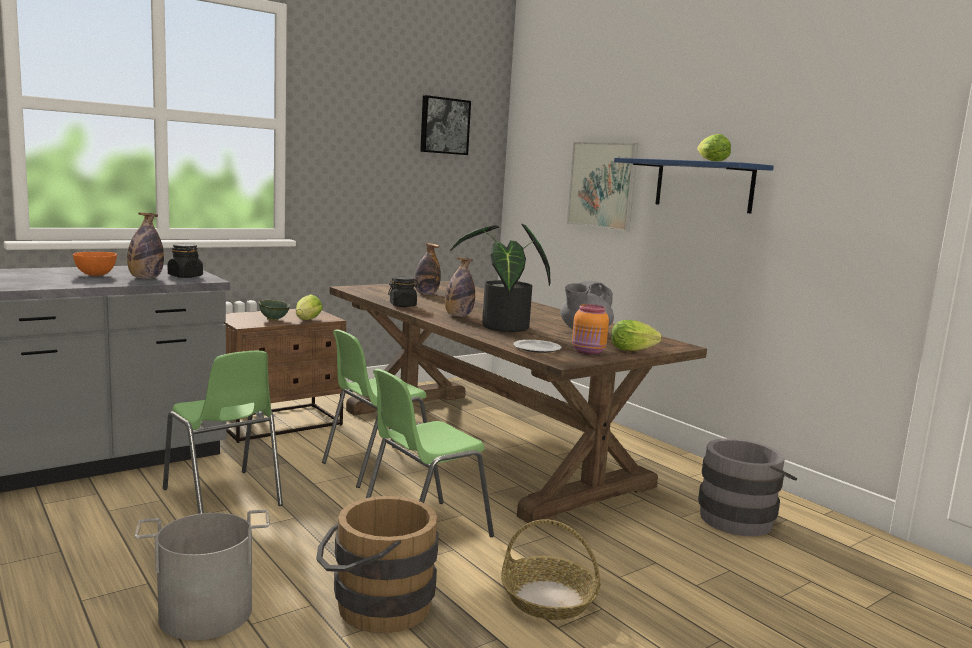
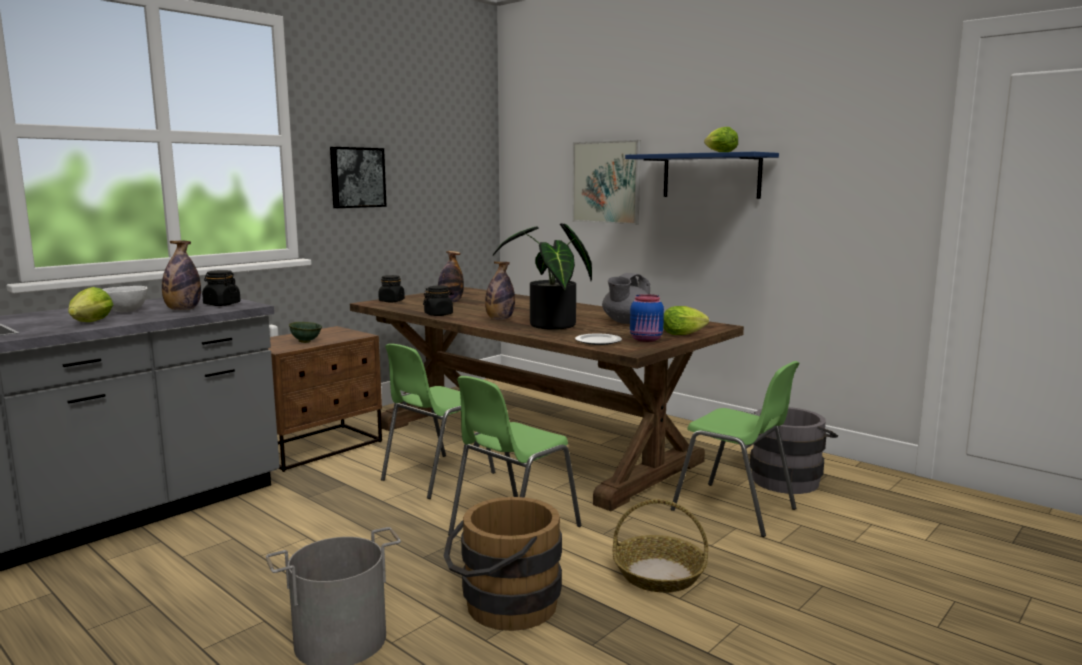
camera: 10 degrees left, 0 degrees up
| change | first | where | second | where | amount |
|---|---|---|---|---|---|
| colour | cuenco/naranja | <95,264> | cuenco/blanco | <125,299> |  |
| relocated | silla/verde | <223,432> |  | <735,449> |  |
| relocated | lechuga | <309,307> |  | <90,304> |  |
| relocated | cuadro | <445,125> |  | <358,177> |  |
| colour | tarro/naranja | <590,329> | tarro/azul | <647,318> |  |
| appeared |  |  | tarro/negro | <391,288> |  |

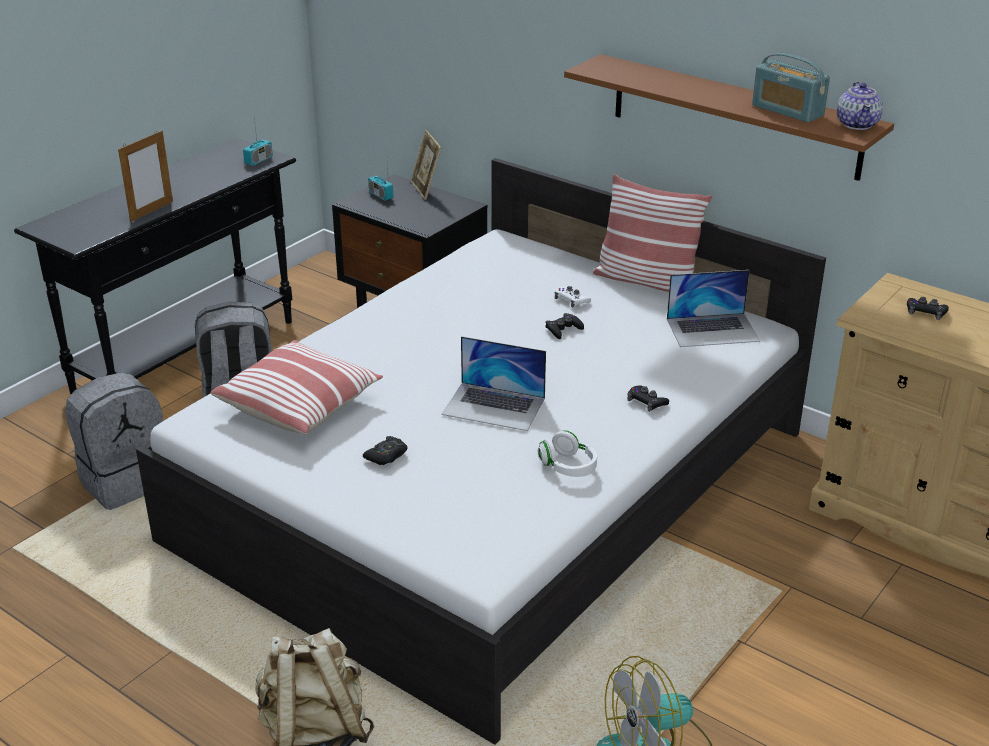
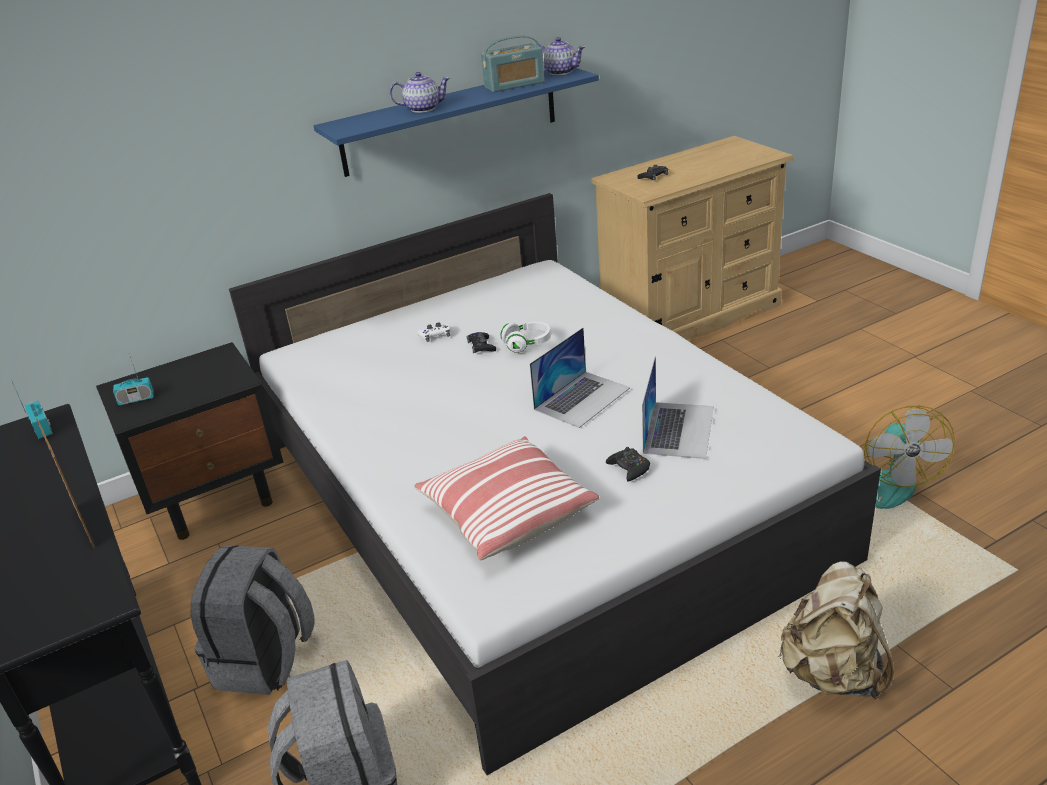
camera: 65 degrees left, 0 degrees up
| change | first | where | second | where | amount |
|---|---|---|---|---|---|
| missing | portarretratos | <425,165> |  |  |  |
| relocated | auriculares/blanco | <567,453> |  | <525,337> |  |
| colour | estante/marrón | <729,117> | estante/azul | <456,122> |  |
| missing | cojín | <652,233> |  |  |  |
| missing | mando de consola/negro | <648,398> |  |  |  |
| relocated | portátil | <713,308> |  | <678,407> |  |
| appeared |  |  | tetera | <420,92> |  |

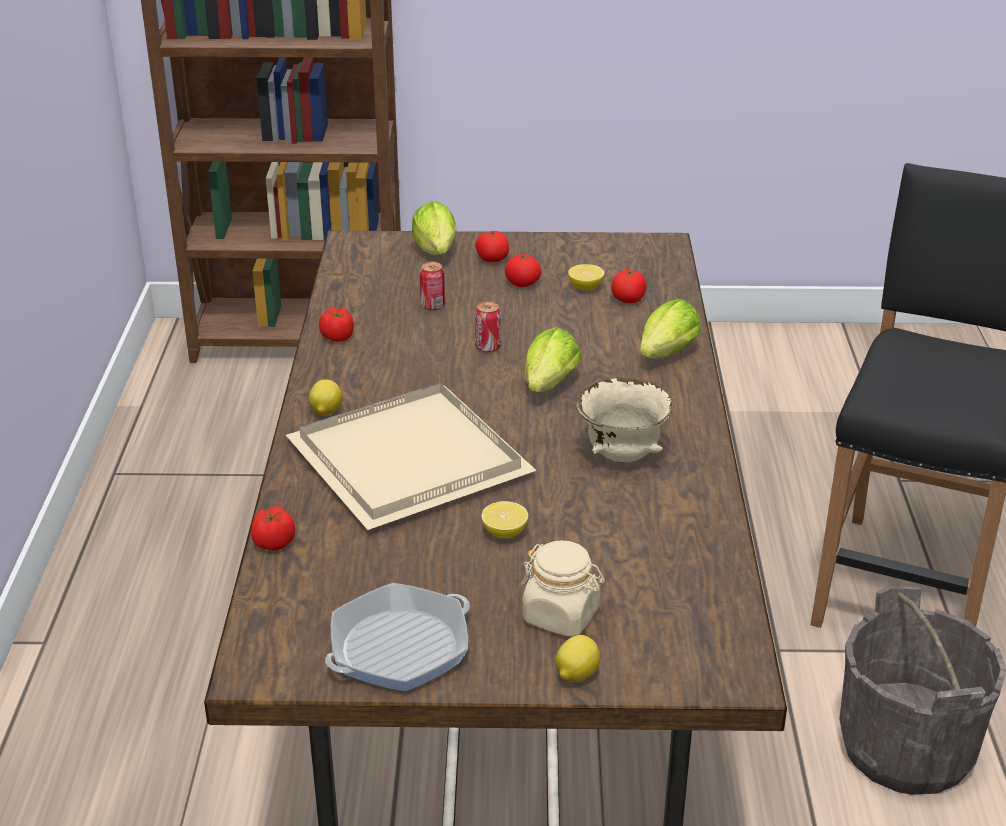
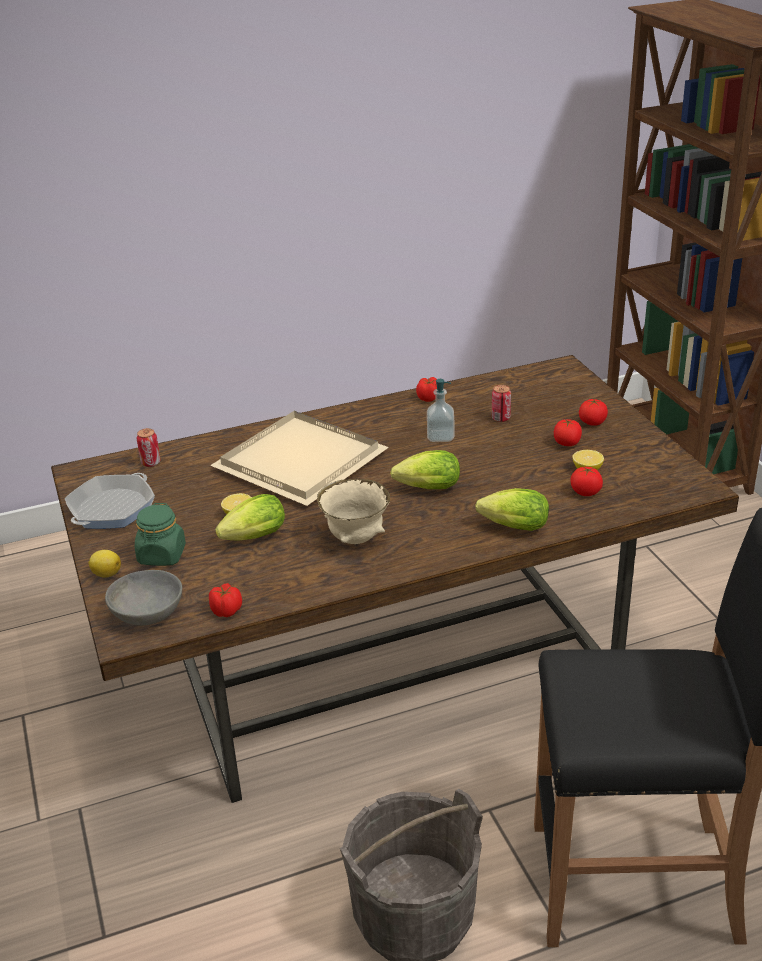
camera: 70 degrees right, 0 degrees up
| change | first | where | second | where | amount |
|---|---|---|---|---|---|
| relocated | tomate | <273,528> |  | <225,600> |  |
| missing | limón | <325,397> |  |  |  |
| spun | sartén | <397,637> |  | <110,501> | 90 degrees clockwise |
| relocated | lechuga | <434,228> |  | <250,517> |  |
| relocated | lata | <488,326> |  | <149,447> |  |
| colour | tarro/beis | <563,588> | tarro/verde | <160,534> |  |
| appeared |  |  | cuenco/gris | <143,598> |  |
| appeared |  |  | dispensador de jabón | <440,410> |  |

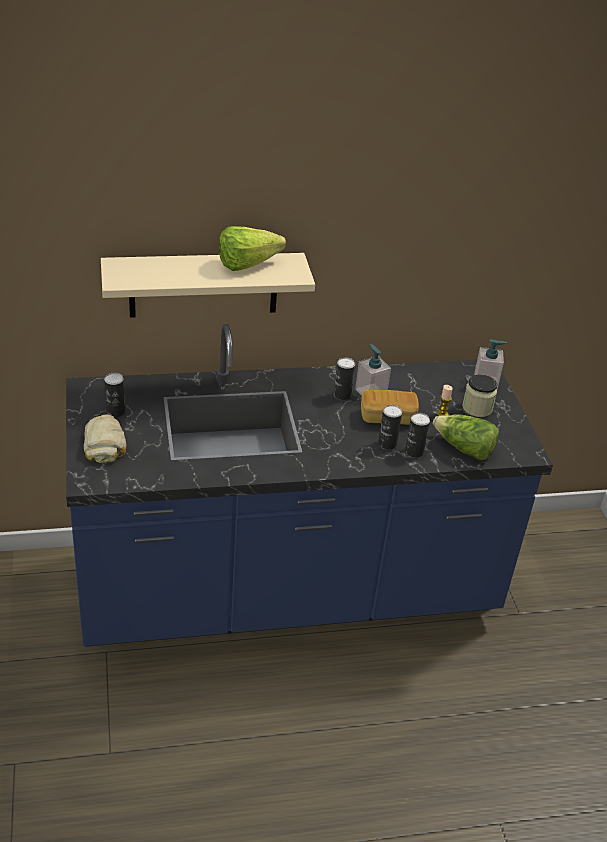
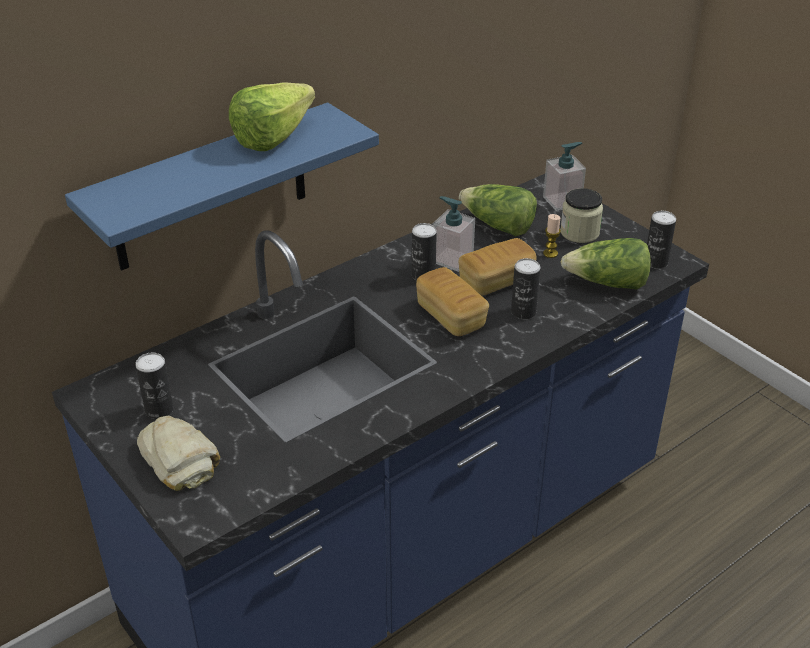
camera: 25 degrees left, 0 degrees up
| change | first | where | second | where | amount |
|---|---|---|---|---|---|
| colour | estante/beis | <208,285> | estante/azul | <222,186> |  |
| relocated | lata | <417,435> |  | <661,240> |  |
| appeared |  |  | pan | <452,301> |  |
| appeared |  |  | lechuga | <498,210> |  |

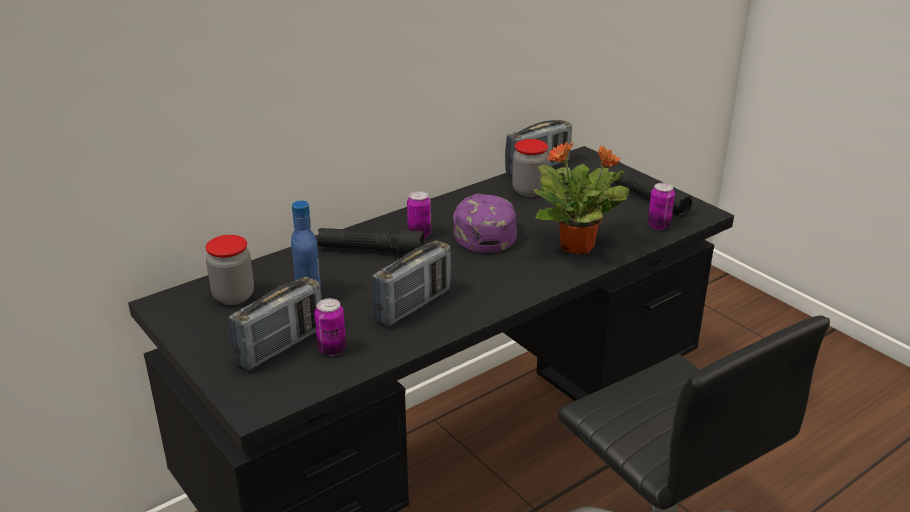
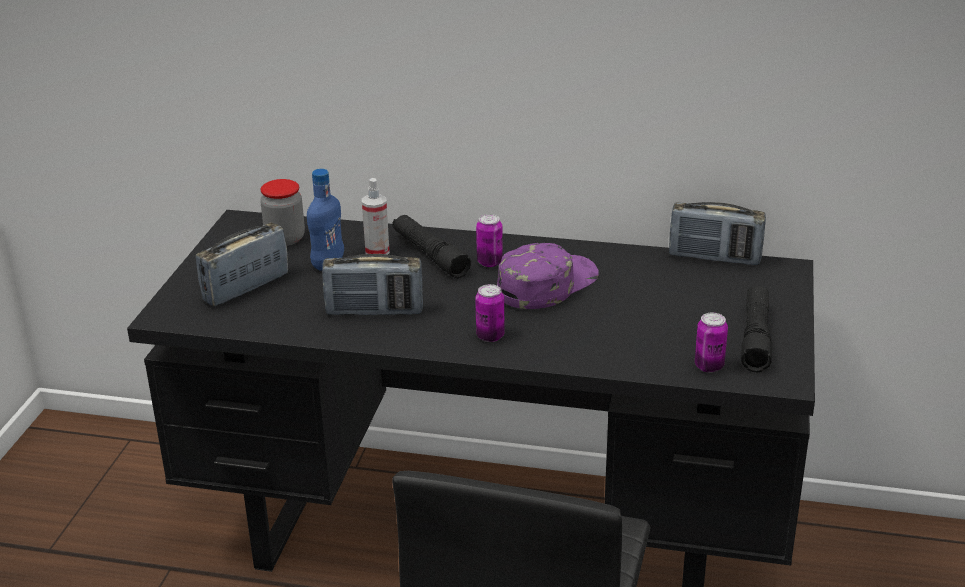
camera: 50 degrees right, 0 degrees up
| change | first | where | second | where | amount |
|---|---|---|---|---|---|
| spun | radio | <275,324> |  | <242,264> | 135 degrees clockwise |
| relocated | lata | <330,327> |  | <490,313> |  |
| missing | tarro | <530,168> |  |  |  |
| missing | planta en maceta | <582,198> |  |  |  |
| appeared |  |  | pulverizador | <376,216> |  |

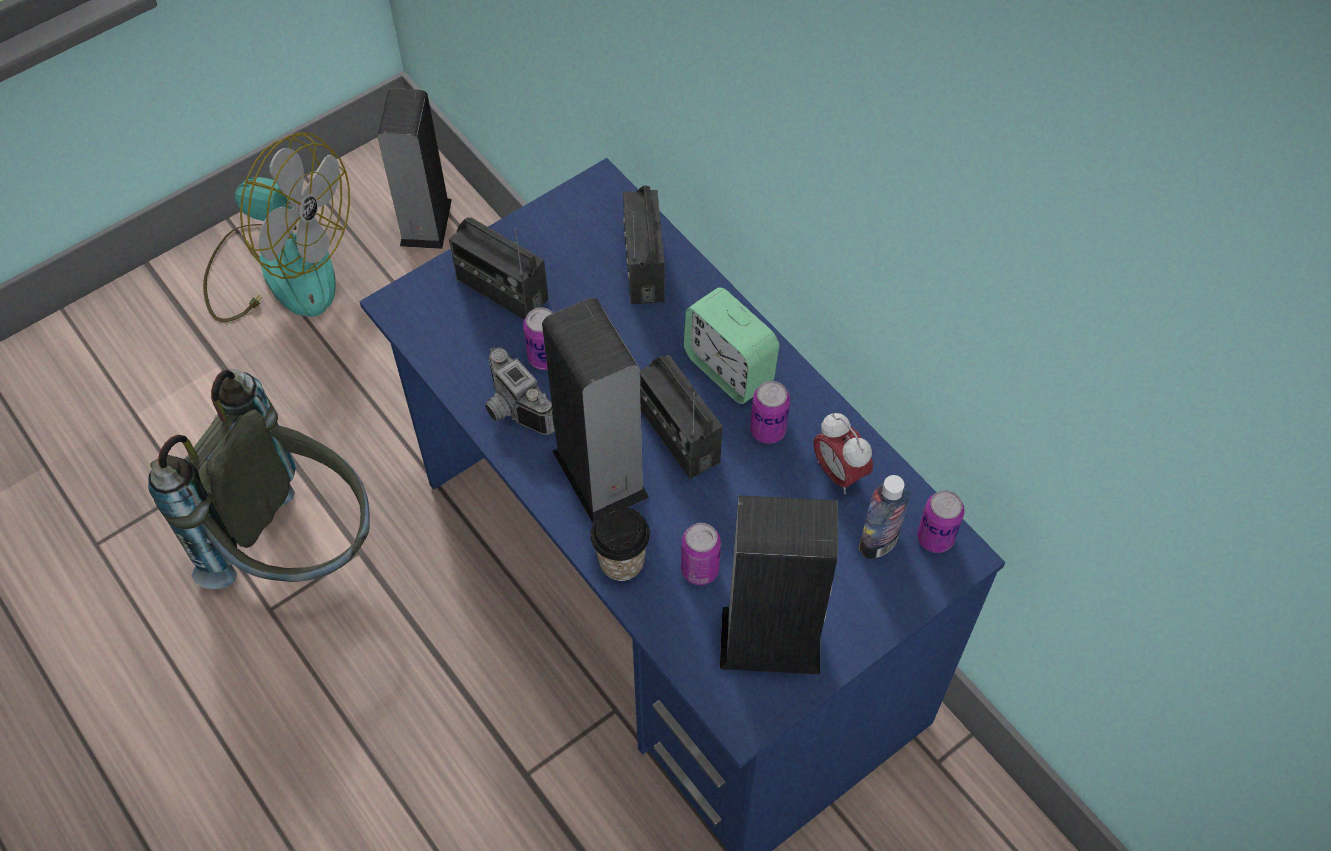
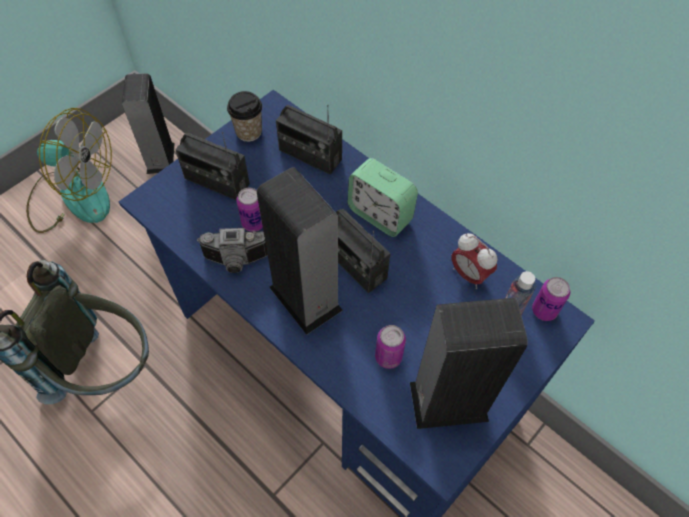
camera: 10 degrees left, 0 degrees up
| change | first | where | second | where | amount |
|---|---|---|---|---|---|
| spun | cámara | <520,391> |  | <232,250> | 45 degrees counterclockwise |
| relocated | taza | <620,544> |  | <244,116> |  |
| spun | radio | <644,244> |  | <309,139> | 45 degrees counterclockwise |
| missing | lata | <770,412> |  |  |  |

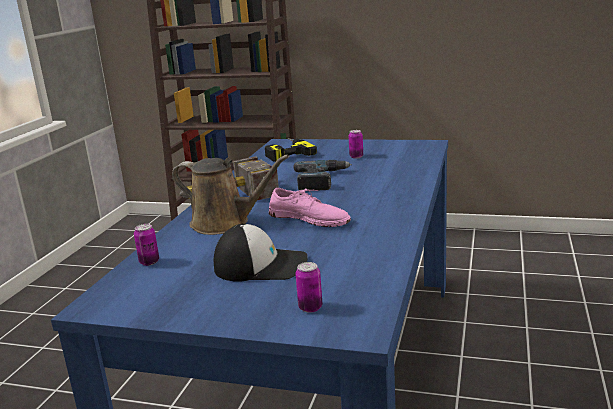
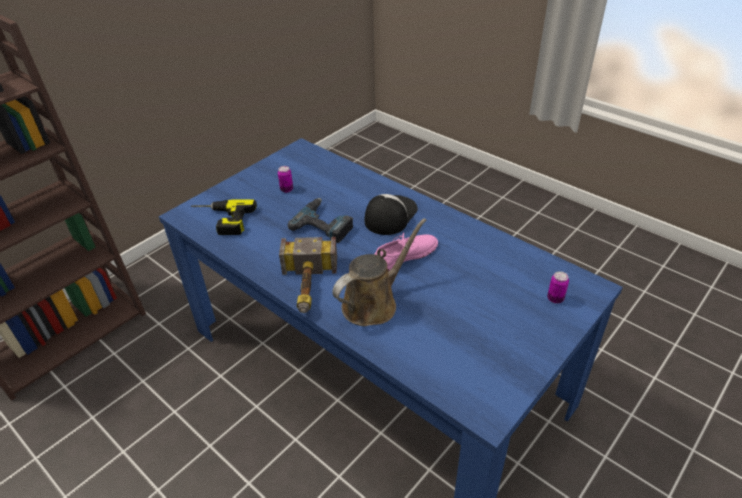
camera: 65 degrees left, 20 degrees up
| change | first | where | second | where | amount |
|---|---|---|---|---|---|
| missing | lata | <146,245> |  |  |  |
| relocated | gorra | <261,253> |  | <391,214> |  |

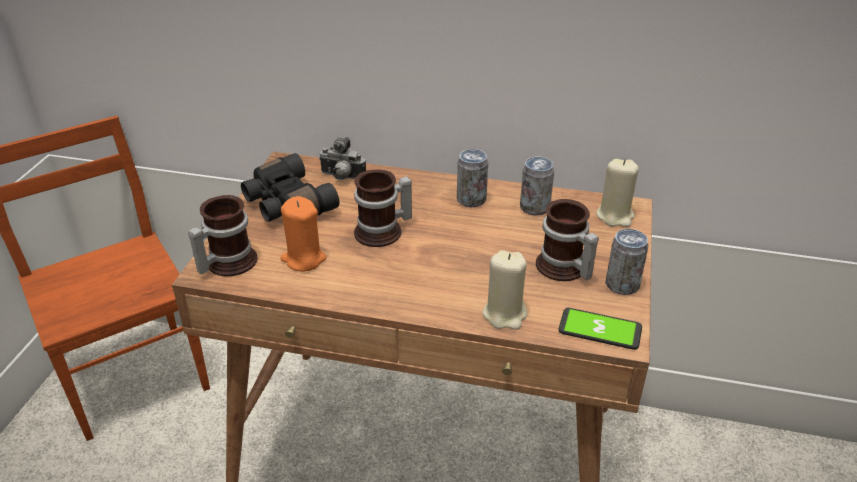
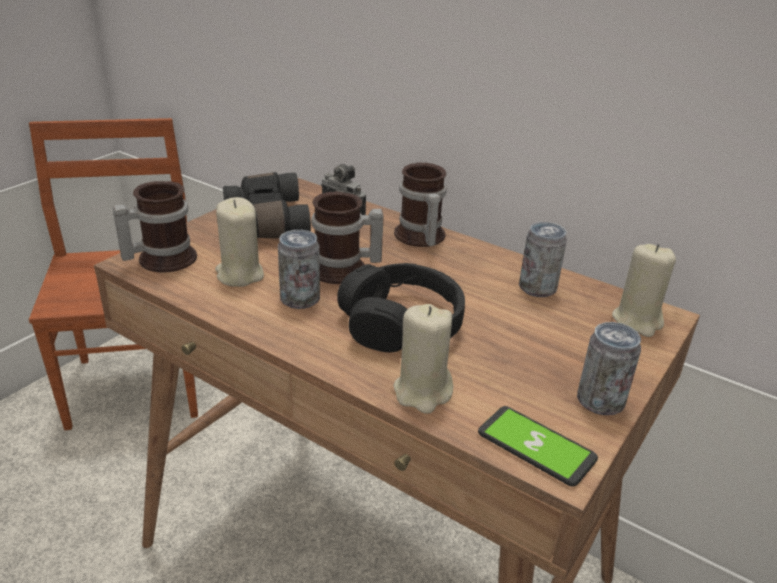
camera: 20 degrees right, 5 degrees down
| change | first | where | second | where | amount |
|---|---|---|---|---|---|
| colour | vela/naranja | <303,234> | vela/beis | <239,242> |  |
| relocated | lata | <472,178> |  | <299,269> |  |
| relocated | taza grande | <567,240> |  | <420,205> |  |
| appeared |  |  | auriculares/negro | <401,308> |  |

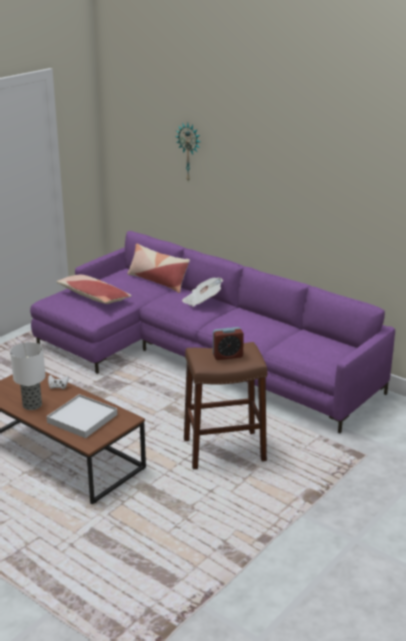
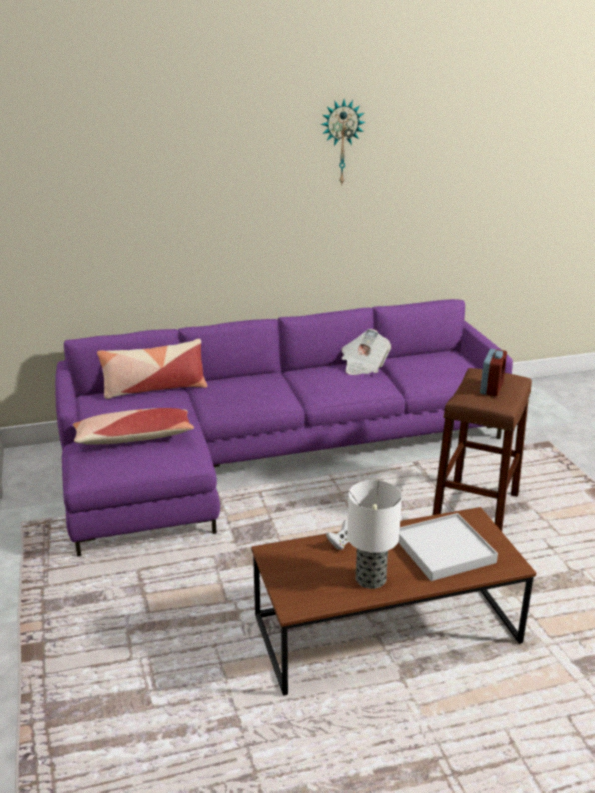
camera: 55 degrees left, 0 degrees up
| change | first | where | second | where | amount |
|---|---|---|---|---|---|
| relocated | reloj de pared | <187,151> |  | <343,142> |  |
| relocated | periódico | <202,292> |  | <366,352> |  |

